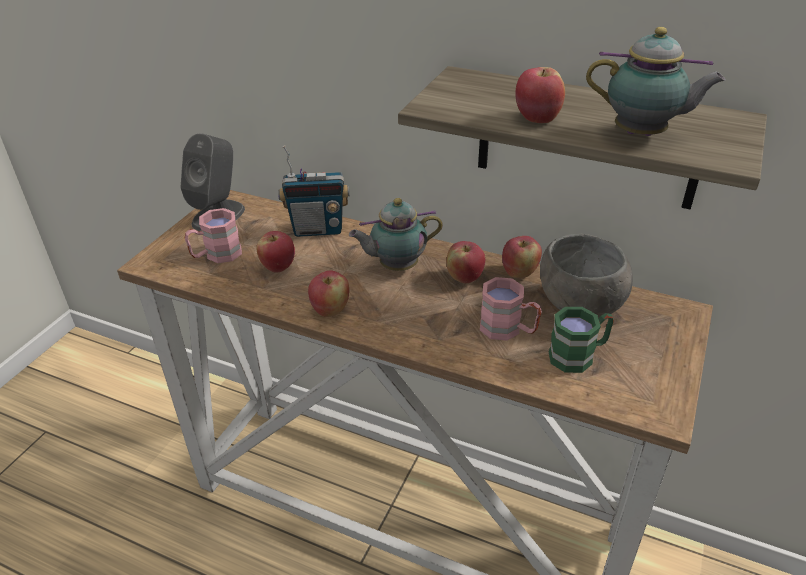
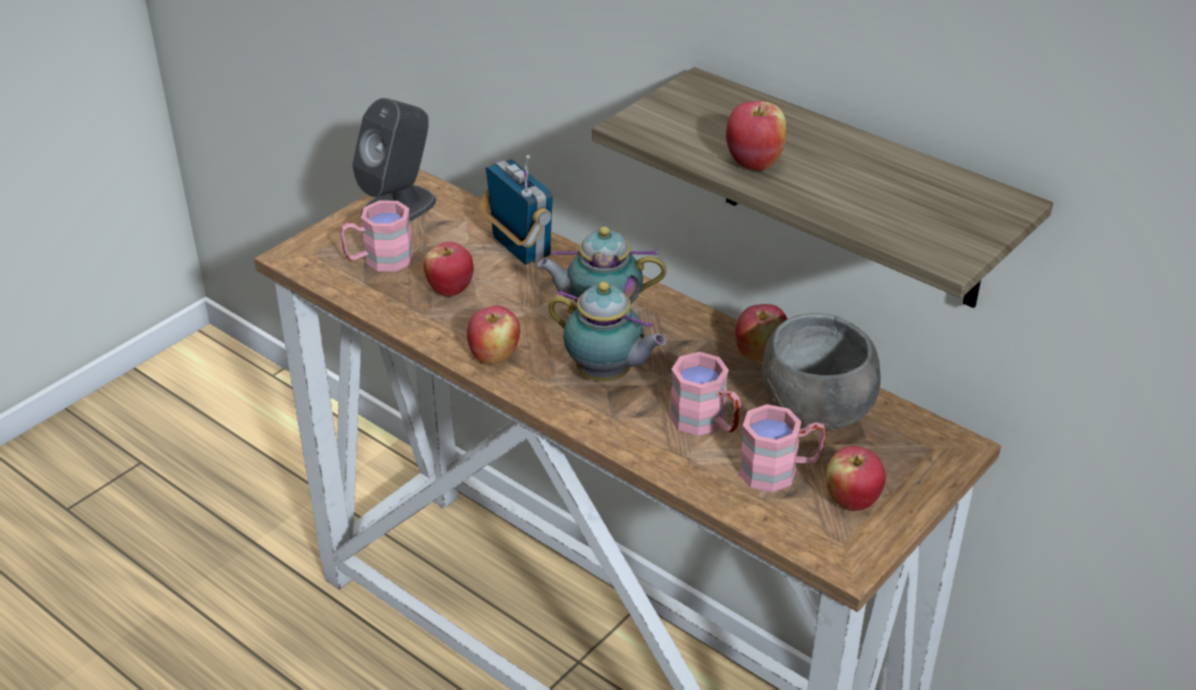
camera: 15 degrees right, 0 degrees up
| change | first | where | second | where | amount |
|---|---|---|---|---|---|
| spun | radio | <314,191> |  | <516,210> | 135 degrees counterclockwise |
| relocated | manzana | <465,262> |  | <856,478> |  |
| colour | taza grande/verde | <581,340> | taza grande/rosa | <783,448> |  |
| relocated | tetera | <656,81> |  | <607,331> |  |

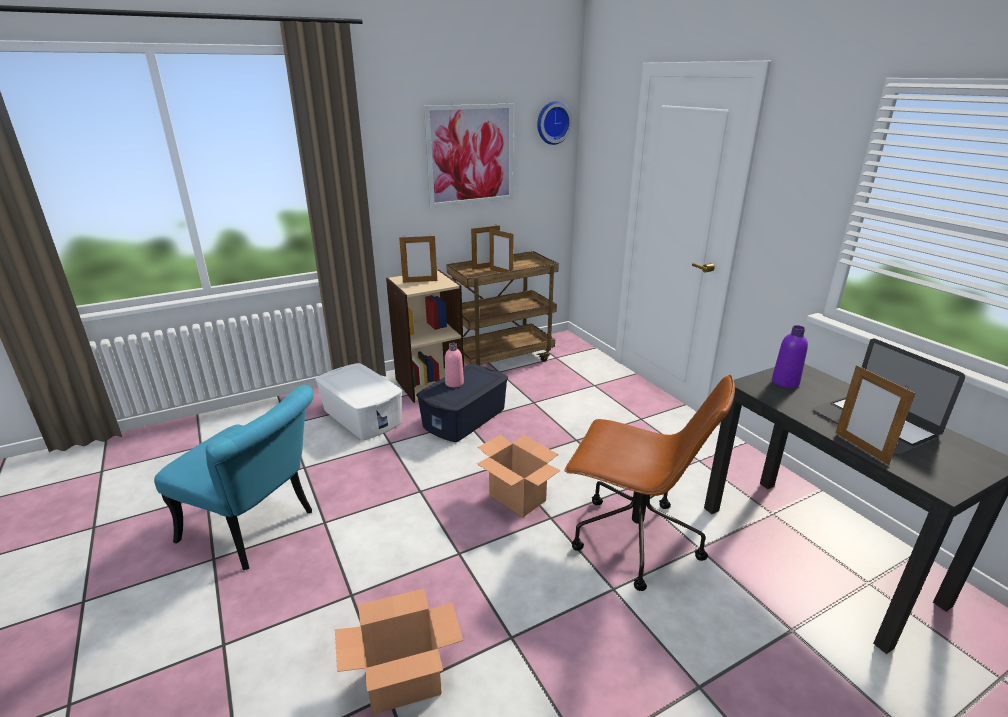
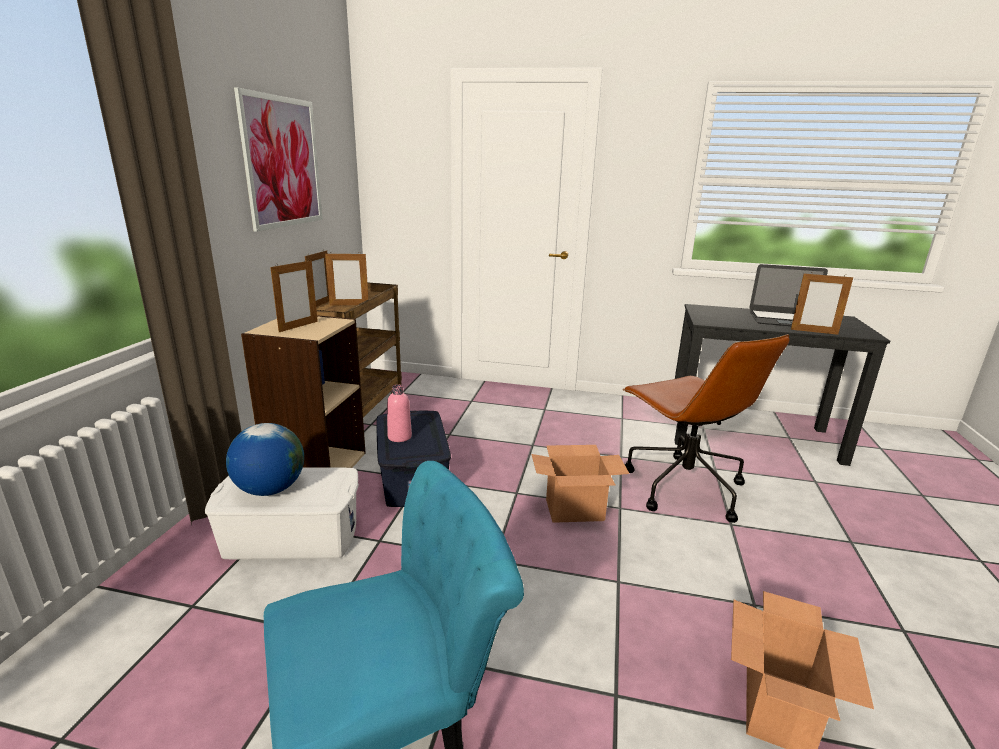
camera: 50 degrees left, 5 degrees down
| change | first | where | second | where | amount |
|---|---|---|---|---|---|
| missing | reloj de pared | <554,123> |  |  |  |
| spun | silla de oficina/marrón | <649,483> |  | <706,428> | 90 degrees clockwise |
| missing | botella/morado | <790,356> |  |  |  |
| appeared |  |  | globo terráqueo | <265,459> |  |

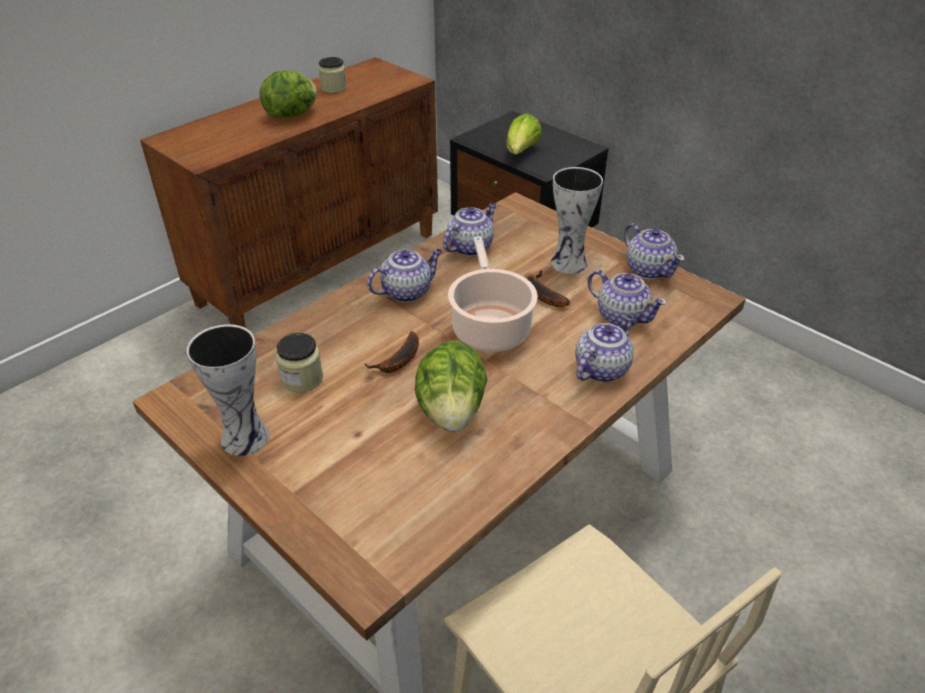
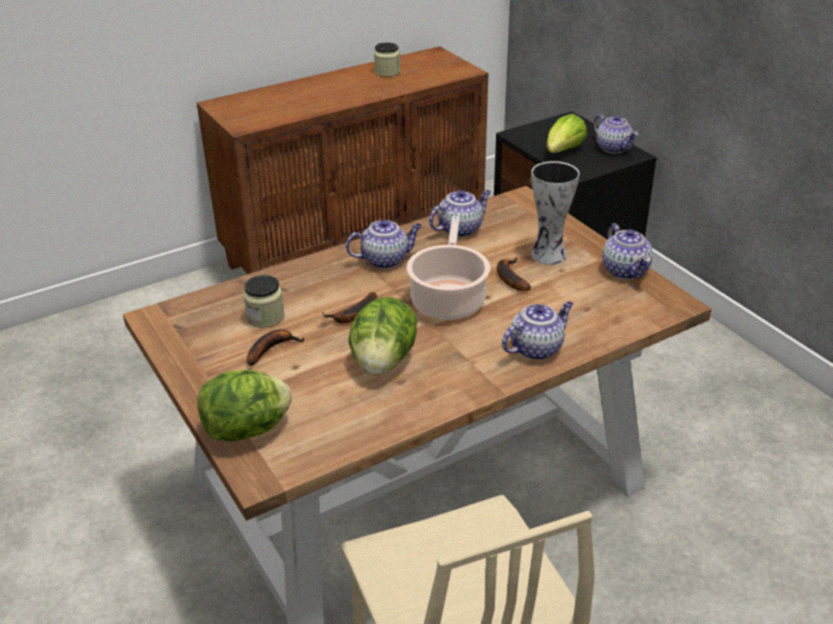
camera: 15 degrees right, 5 degrees down
| change | first | where | second | where | amount |
|---|---|---|---|---|---|
| missing | florero | <228,390> |  |  |  |
| relocated | lechuga | <288,94> |  | <244,405> |  |
| relocated | tetera | <627,298> |  | <615,134> |  |
| appeared |  |  | plátano | <275,347> |  |

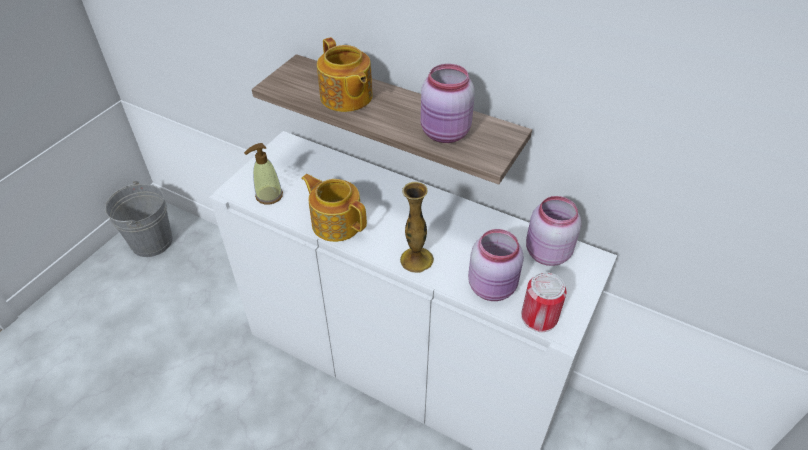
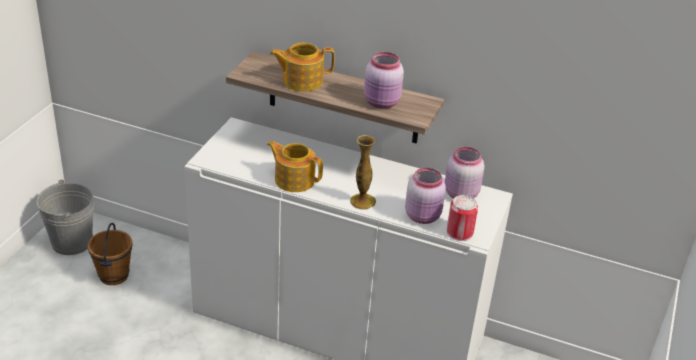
camera: 10 degrees left, 10 degrees down
| change | first | where | second | where | amount |
|---|---|---|---|---|---|
| missing | dispensador de jabón | <263,174> |  |  |  |
| spun | tetera | <345,74> |  | <302,67> | 120 degrees clockwise |
| appeared |  |  | cubo/marrón | <109,254> |  |

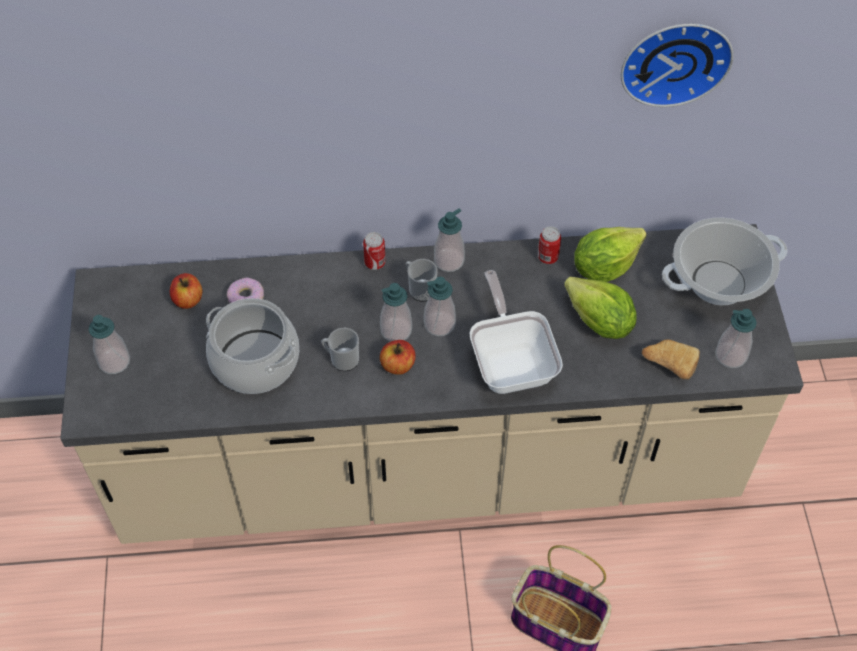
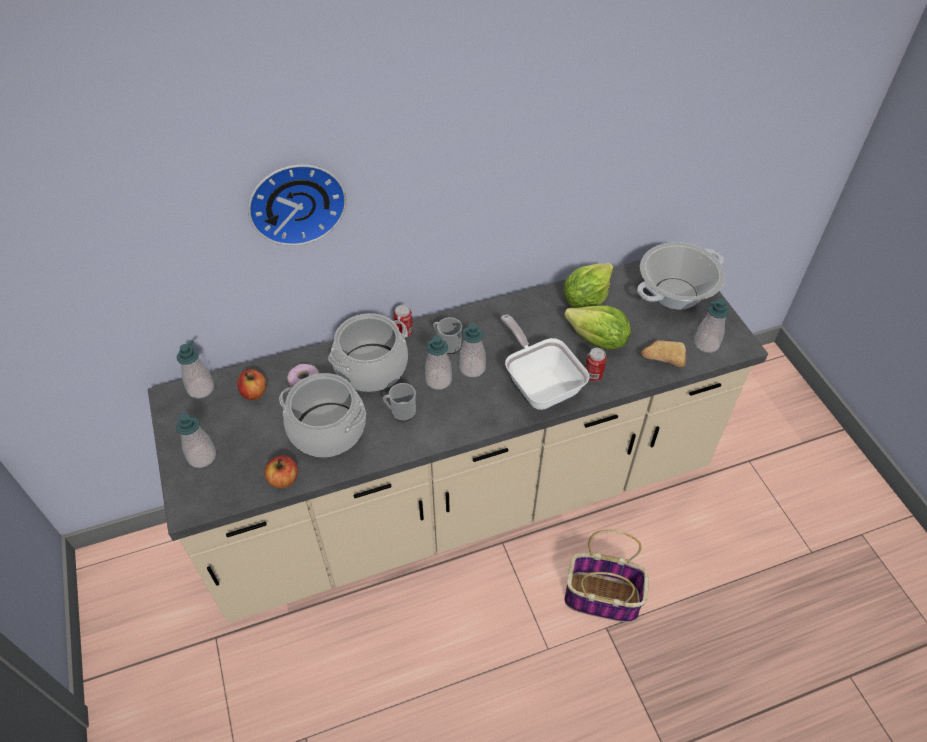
camera: 15 degrees left, 5 degrees down
| change | first | where | second | where | amount |
|---|---|---|---|---|---|
| relocated | manzana | <398,357> |  | <281,472> |  |
| relocated | dispensador de jabón | <449,240> |  | <195,369> |  |
| relocated | lata | <549,245> |  | <596,364> |  |
| relocated | reloj de pared | <677,65> |  | <297,205> |  |
| appeared |  |  | olla | <368,352> |  |

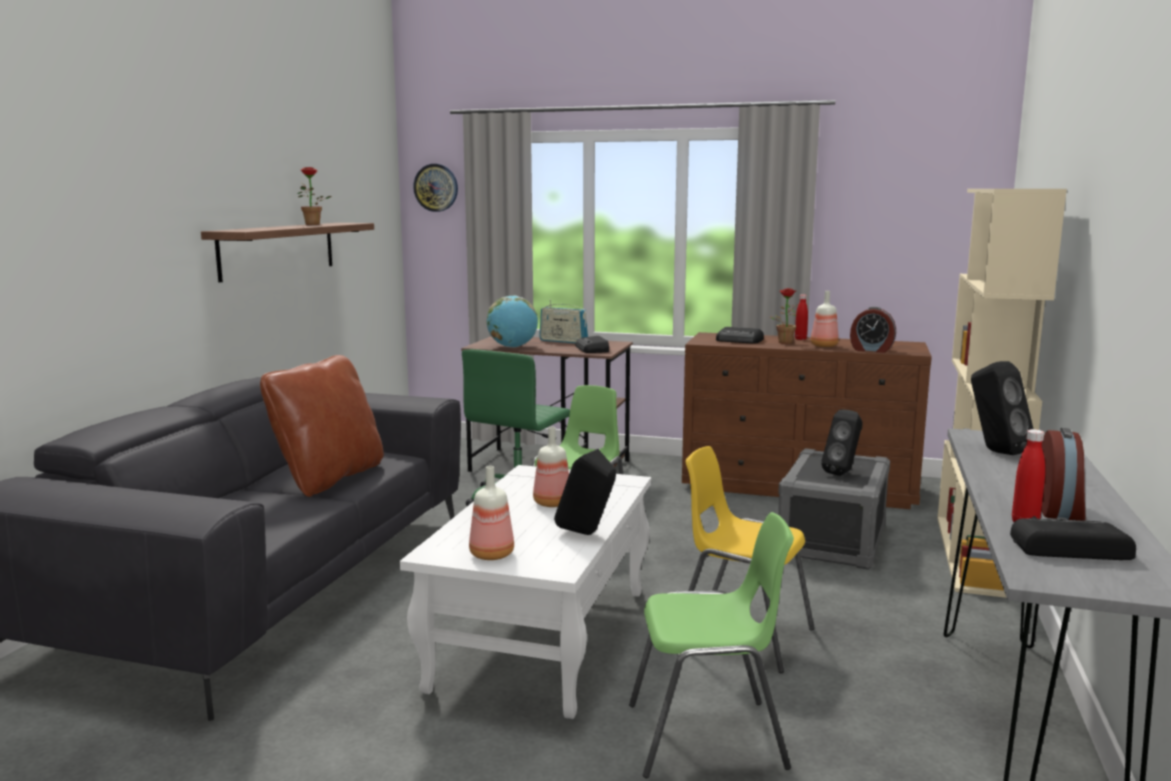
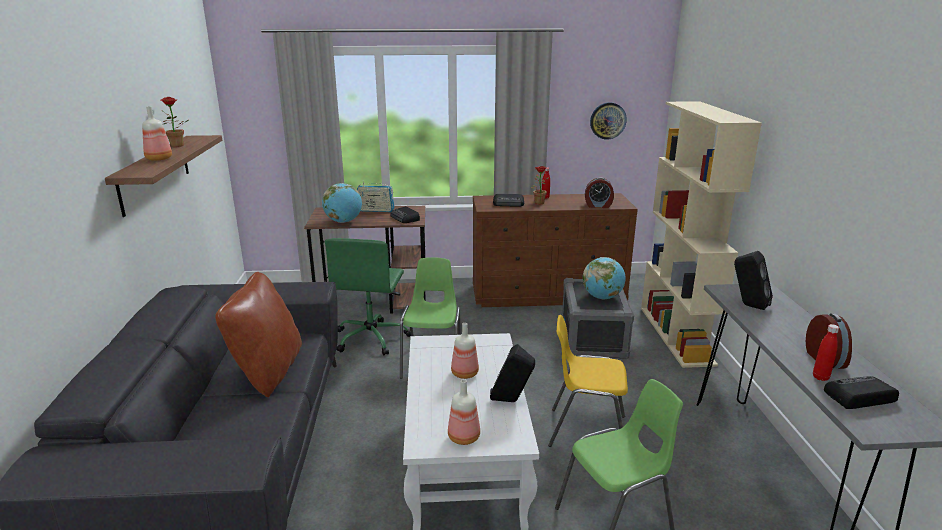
camera: 20 degrees left, 10 degrees up
| change | first | where | second | where | amount |
|---|---|---|---|---|---|
| relocated | reloj de pared | <435,188> |  | <608,120> |  |
| relocated | botella | <825,319> |  | <157,133> |  |
| exchanged | altavoz/negro | <842,442> | globo terráqueo | <604,278> |  |

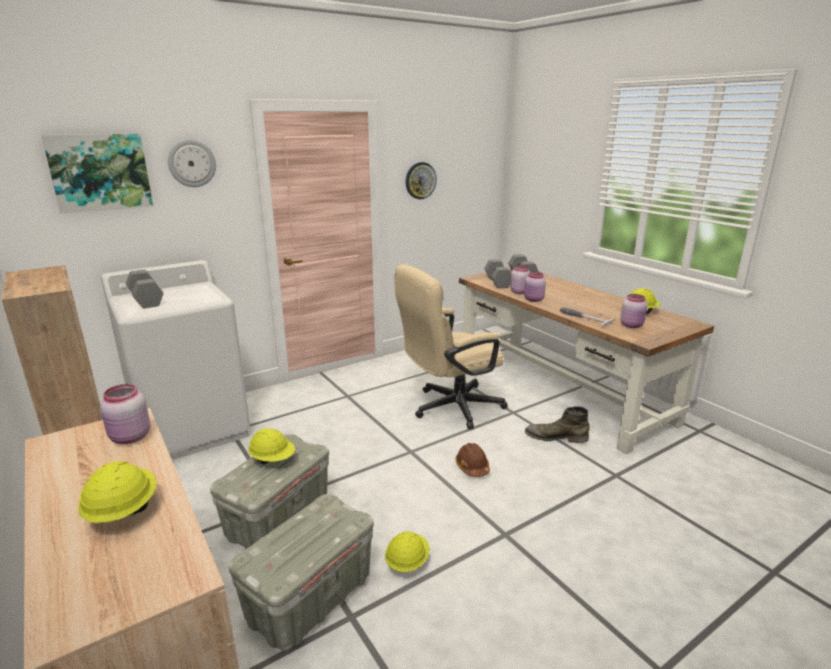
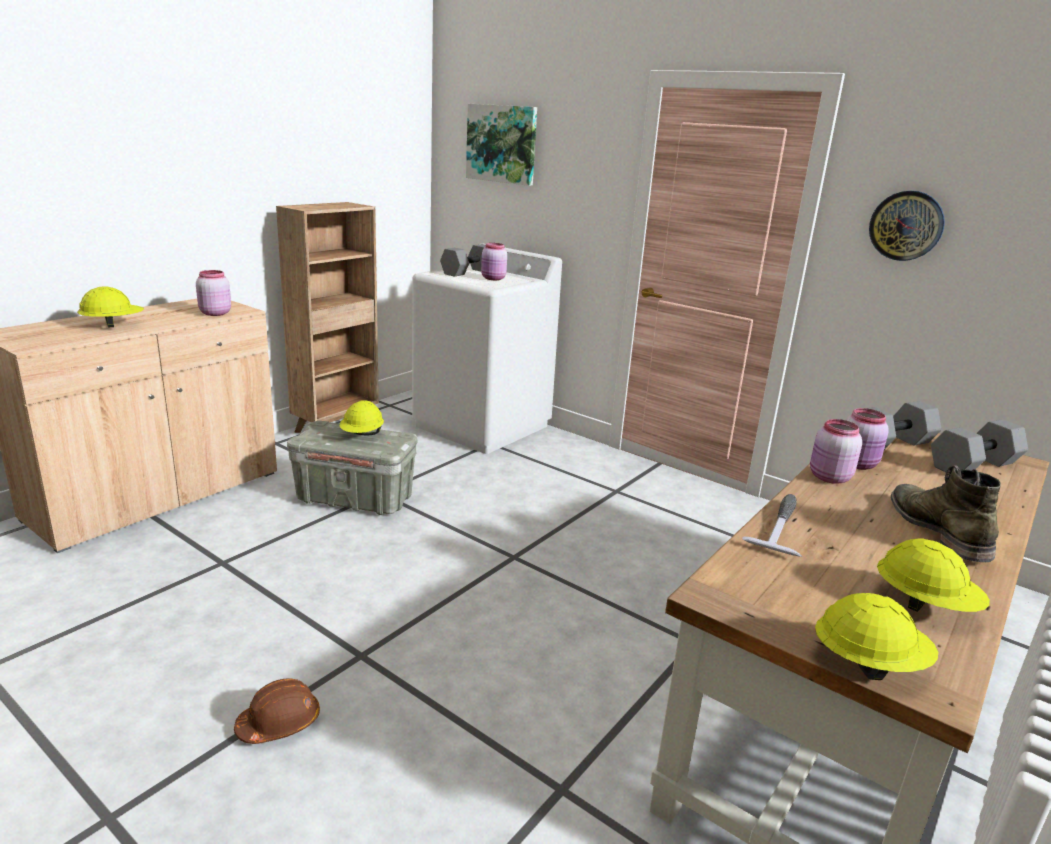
camera: 70 degrees right, 0 degrees up
| change | first | where | second | where | amount |
|---|---|---|---|---|---|
| missing | reloj de pared | <192,163> |  |  |  |
| missing | caja de almacenaje/gris | <301,572> |  |  |  |
| relocated | casco/amarillo | <407,551> |  | <876,636> |  |
| missing | silla de oficina/beis | <451,346> |  |  |  |
| relocated | casco/marrón | <472,460> |  | <277,711> |  |
| relocated | bota/verde | <557,424> |  | <946,513> |  |
| relocated | tarro/rosa | <633,311> |  | <494,261> |  |

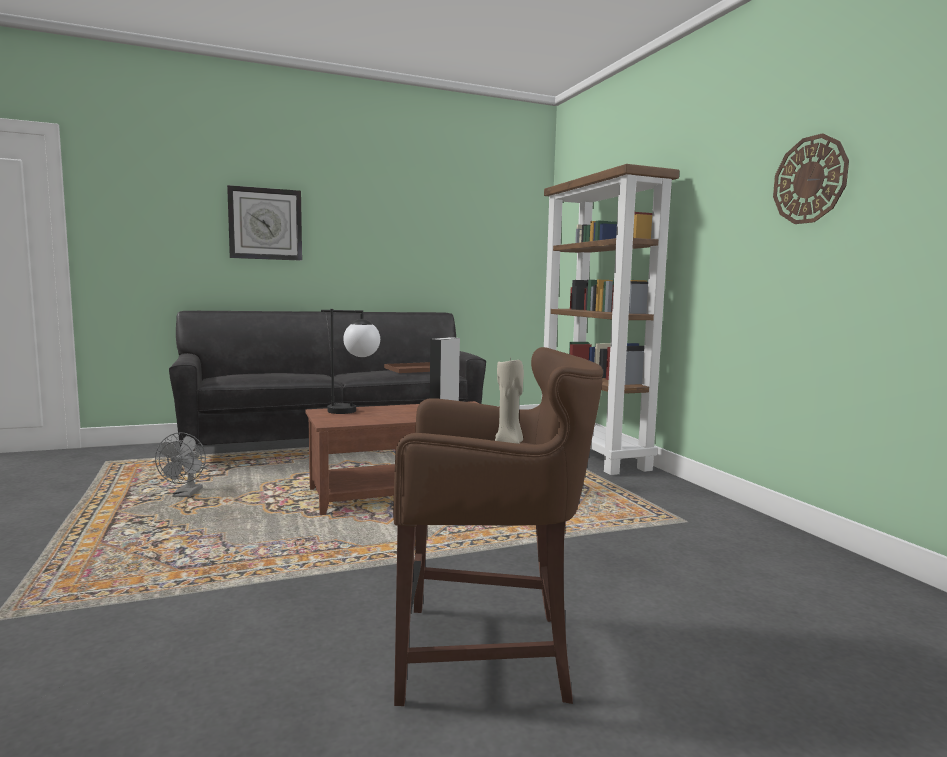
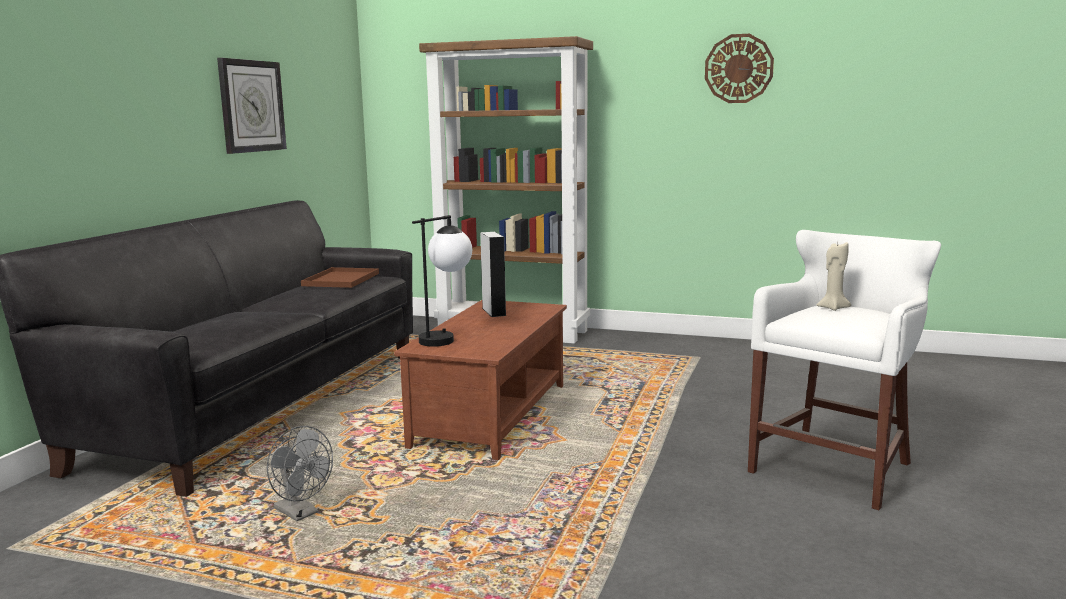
camera: 50 degrees left, 5 degrees up
| change | first | where | second | where | amount |
|---|---|---|---|---|---|
| relocated | reloj de pared | <264,223> |  | <252,106> |  |
| colour | taburete/marrón | <498,526> | taburete/blanco | <844,370> |  |

